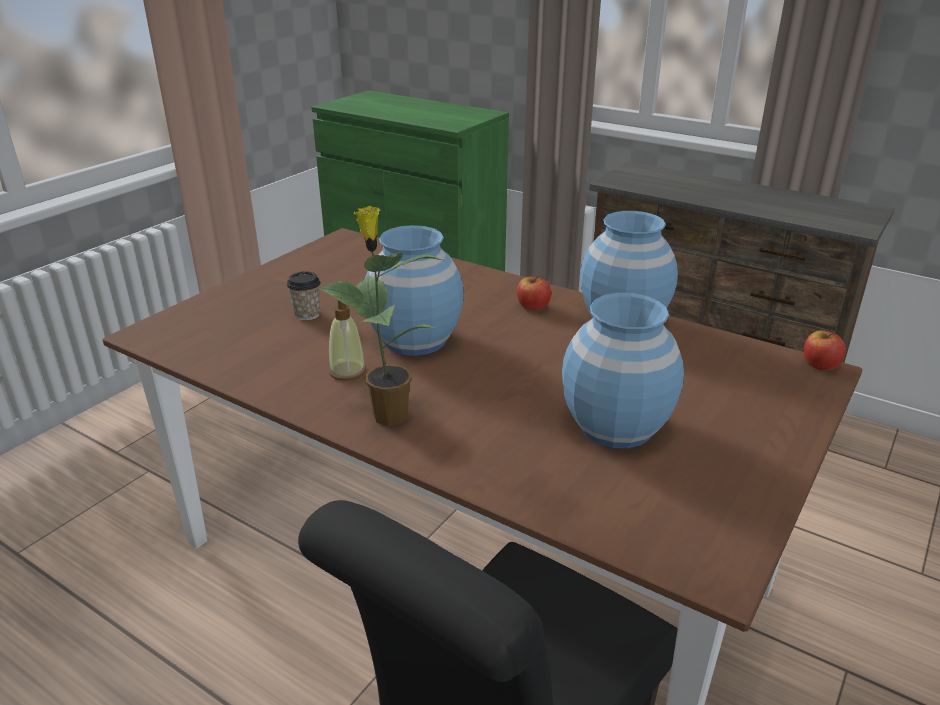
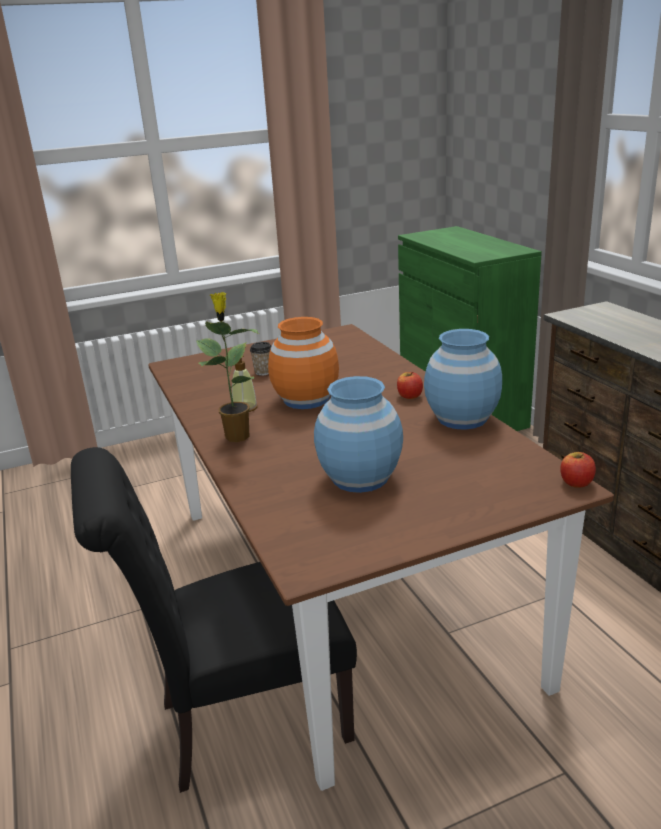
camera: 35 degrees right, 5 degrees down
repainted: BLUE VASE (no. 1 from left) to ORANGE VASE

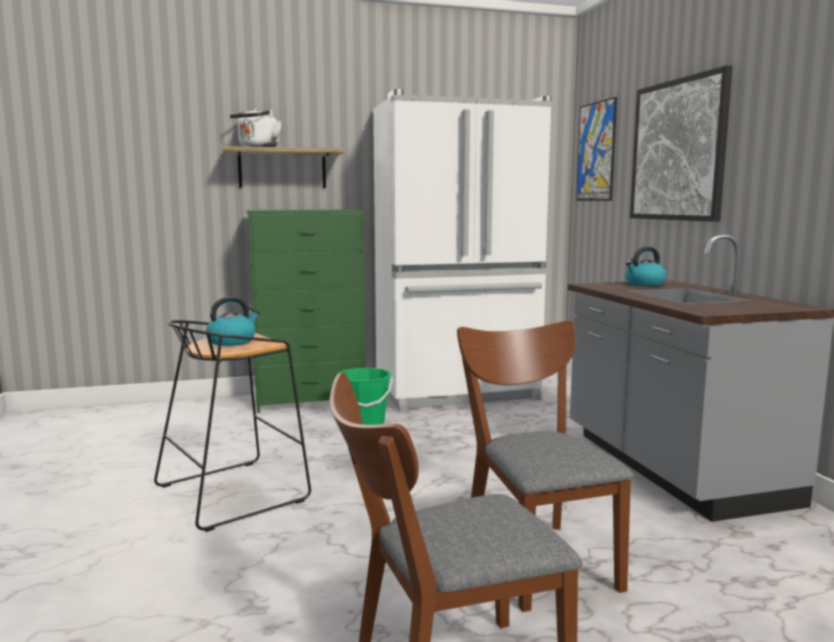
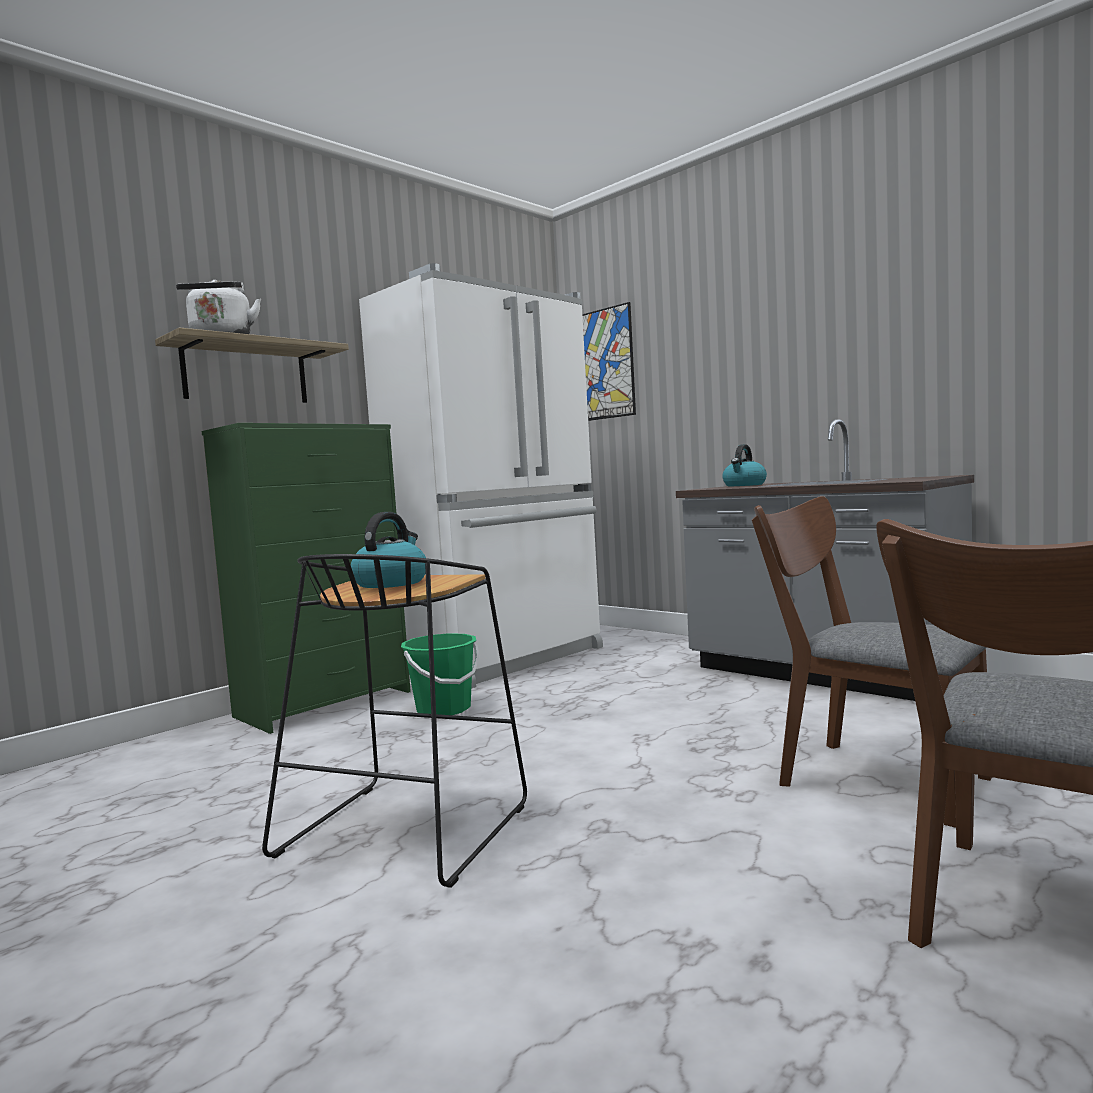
camera: 30 degrees left, 5 degrees down
gone: PICTURE (no. 2 from left)

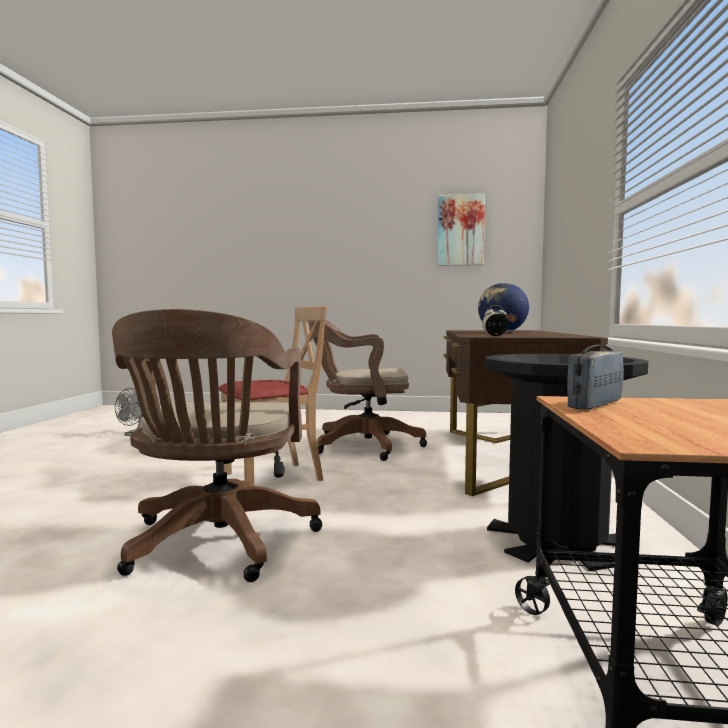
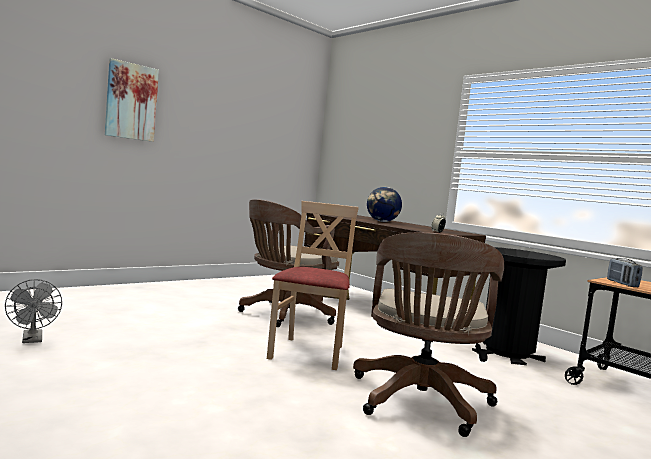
camera: 50 degrees left, 0 degrees up
shifted: PICTURE
rotated: BROWN OFFICE CHAIR (no. 1 from left in the first image) 60 degrees clockwise

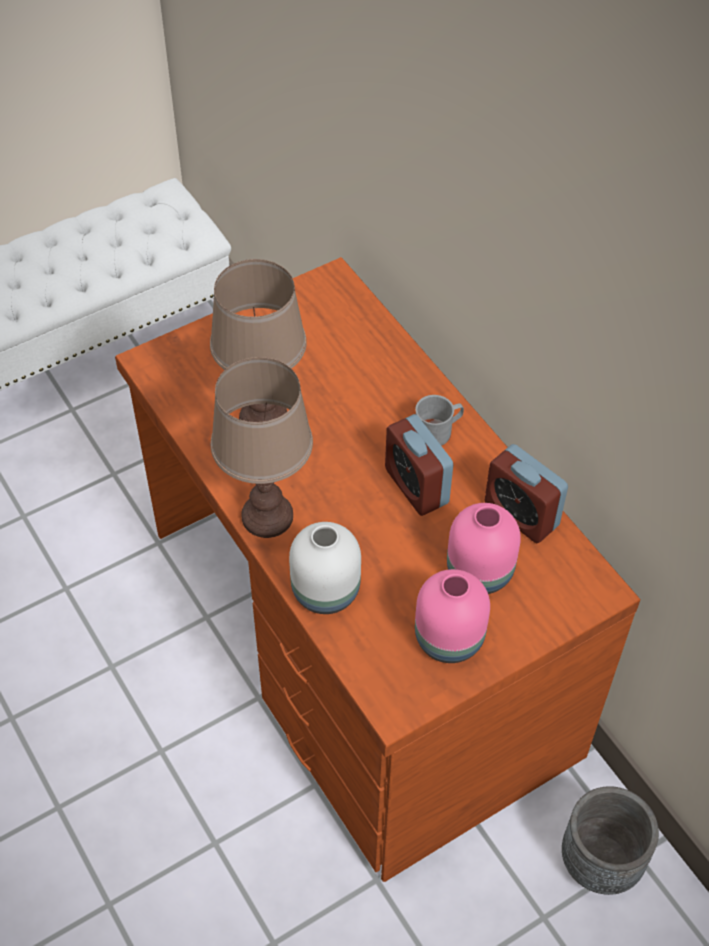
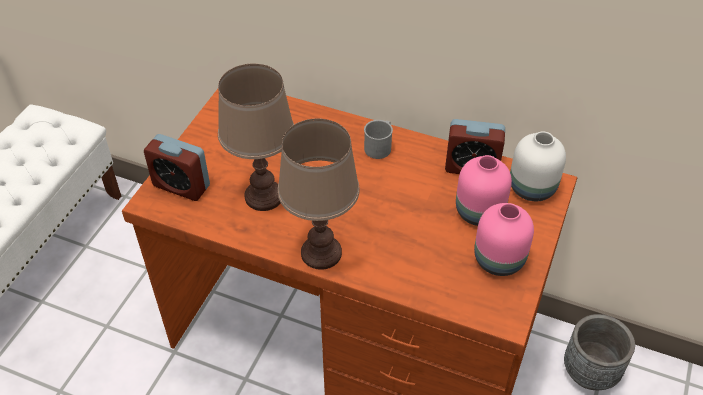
camera: 35 degrees left, 5 degrees down
shifted: ALARM CLOCK (no. 1 from left); WHITE VASE

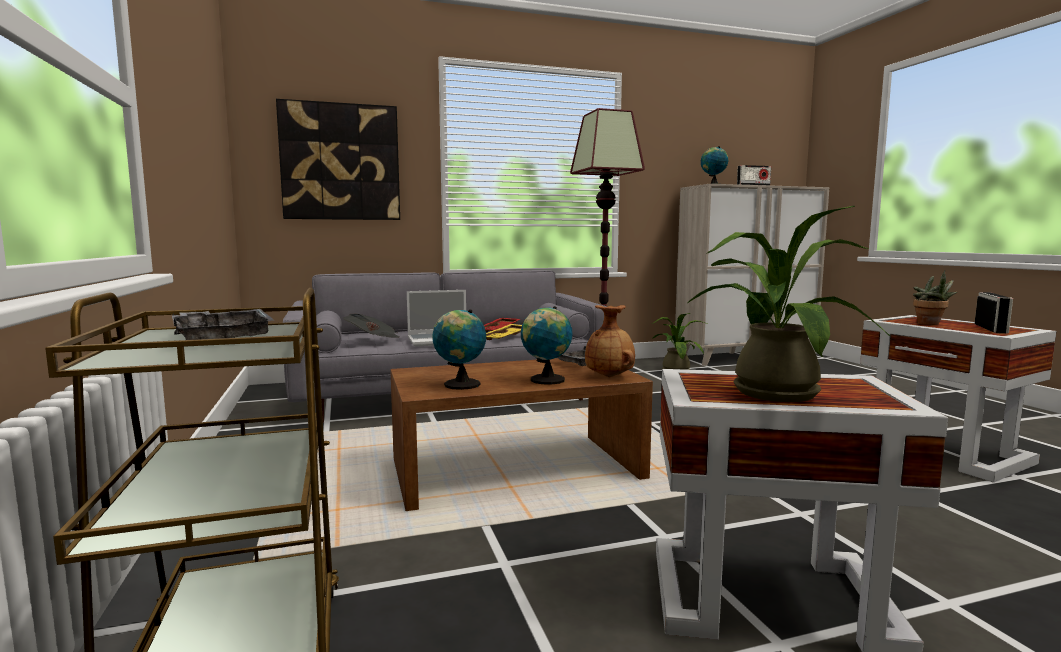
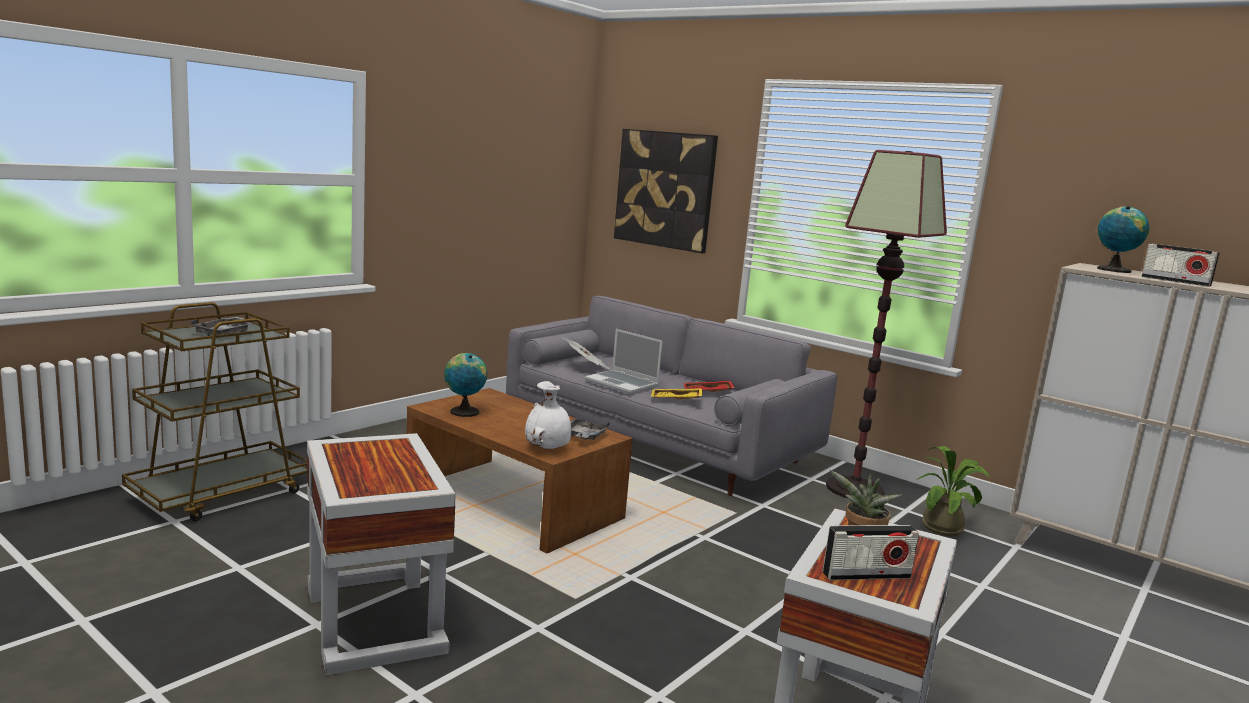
camera: 55 degrees right, 5 degrees up
gone: POTTED PLANT (no. 2 from left); GLOBE (no. 2 from left)
repainted: BROWN VASE to WHITE VASE

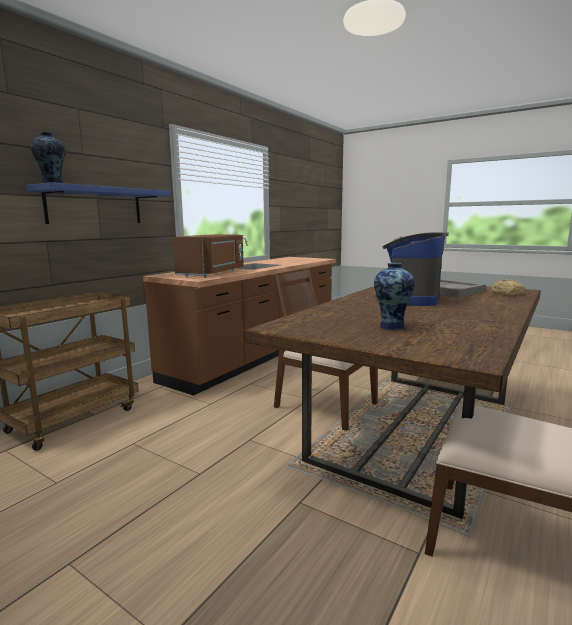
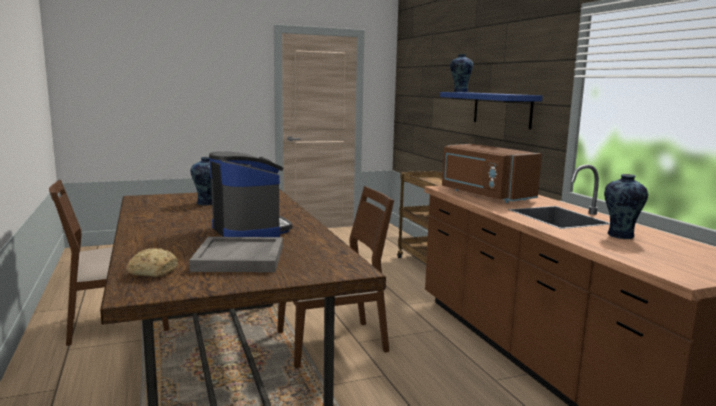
camera: 125 degrees right, 0 degrees up
new: VASE (no. 3 from left)

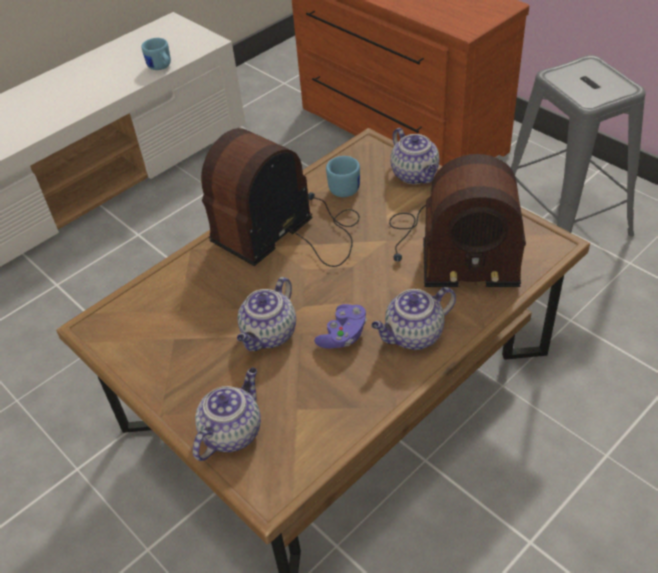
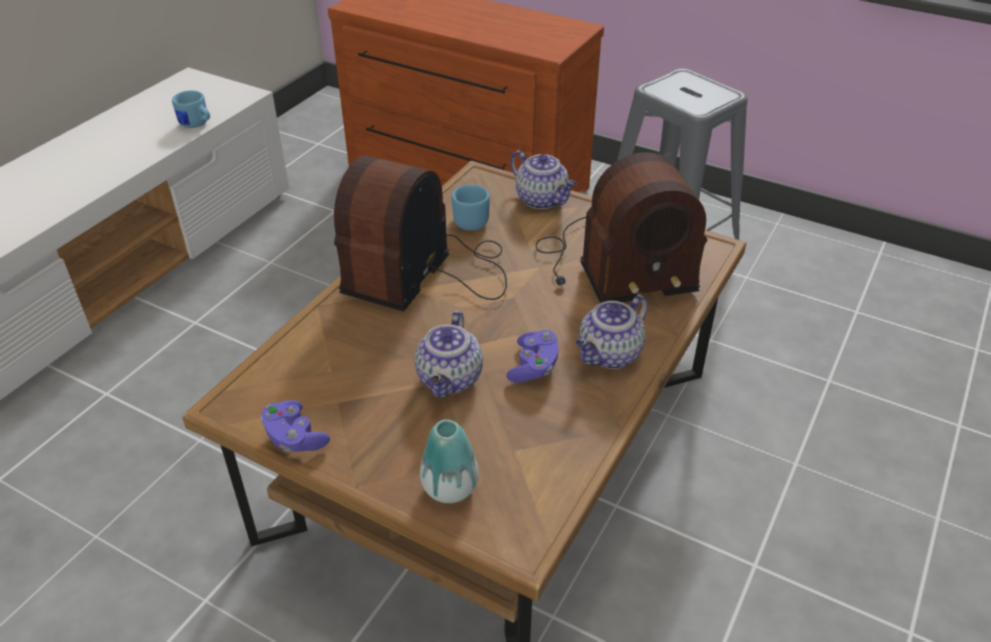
camera: 20 degrees left, 5 degrees down
new: PURPLE GAME CONTROLLER (no. 1 from left)
swapped: TEAPOT (no. 1 from left) to VASE

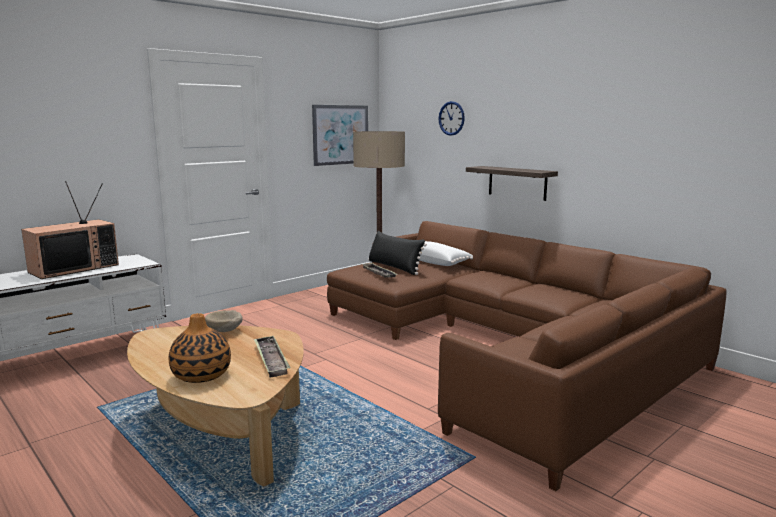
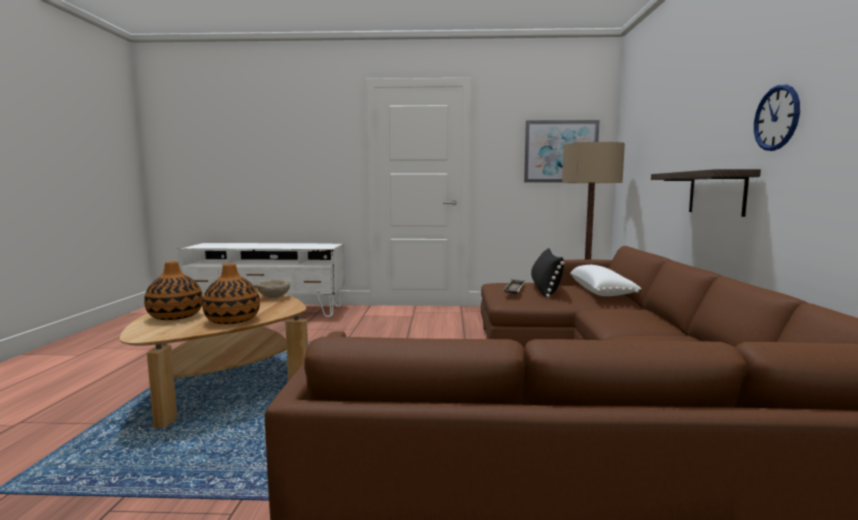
camera: 45 degrees right, 5 degrees down
gone: TELEVISION
shifted: WALL CLOCK
swapped: TRAY (no. 1 from left) to VASE (no. 2 from left)

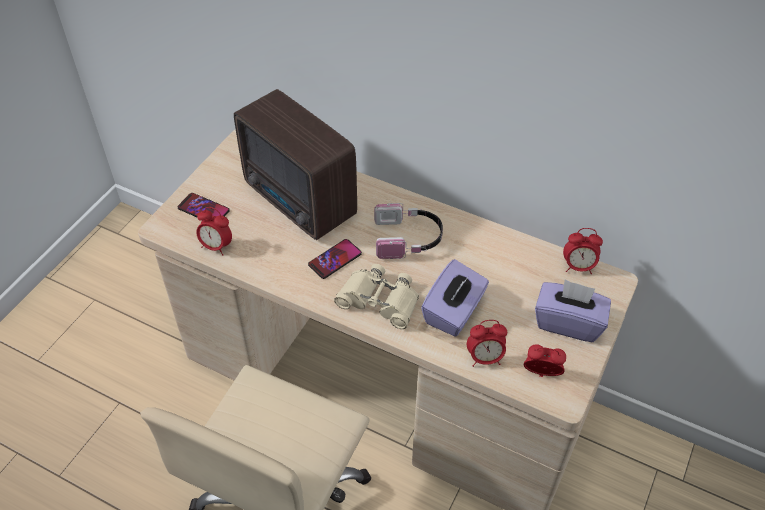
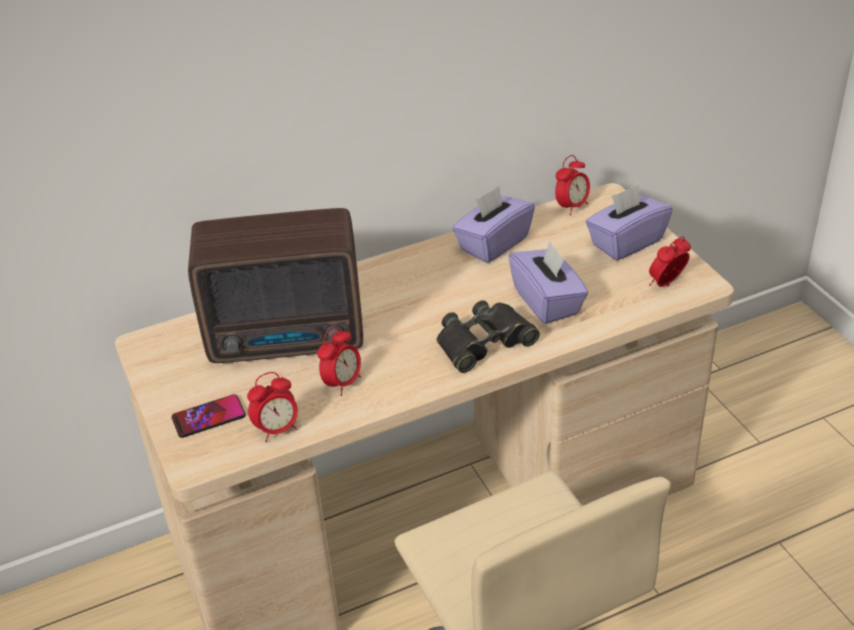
camera: 50 degrees left, 10 degrees down
gone: HEADPHONES; PHONE (no. 2 from left)
new: PURPLE TISSUE BOX (no. 1 from left)
shifted: ALARM CLOCK (no. 2 from left)
repainted: BEIGE BINOCULARS to BLACK BINOCULARS

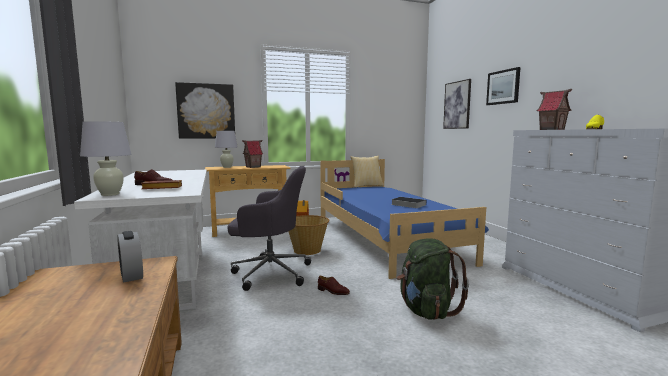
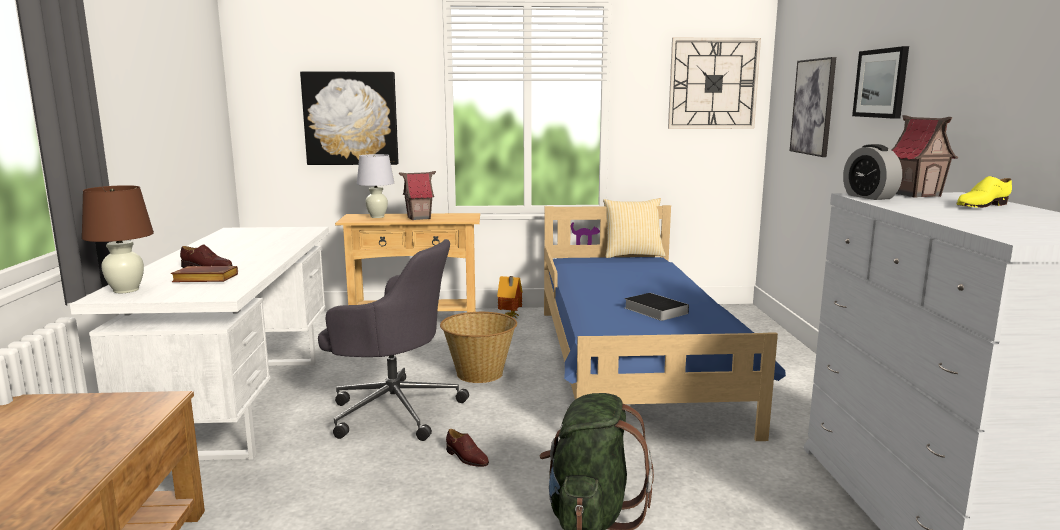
camera: 15 degrees right, 5 degrees up
new: WALL CLOCK
shifted: ALARM CLOCK
repainted: WHITE TABLE LAMP (no. 1 from left) to BROWN TABLE LAMP

